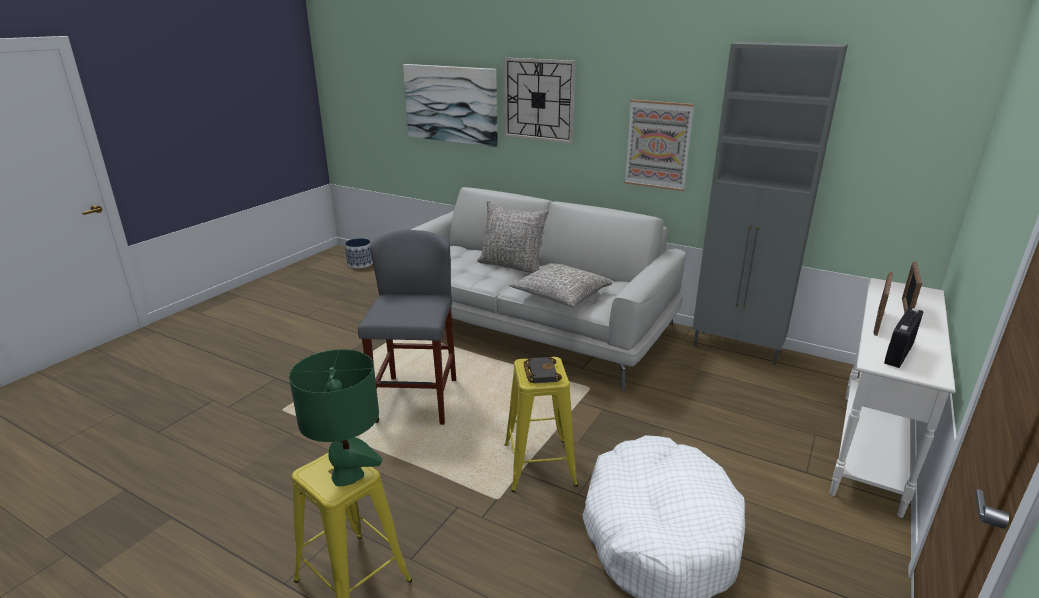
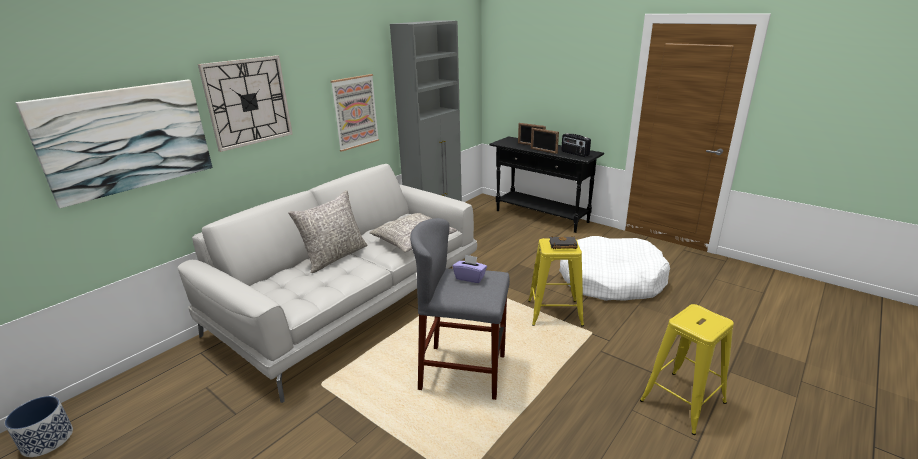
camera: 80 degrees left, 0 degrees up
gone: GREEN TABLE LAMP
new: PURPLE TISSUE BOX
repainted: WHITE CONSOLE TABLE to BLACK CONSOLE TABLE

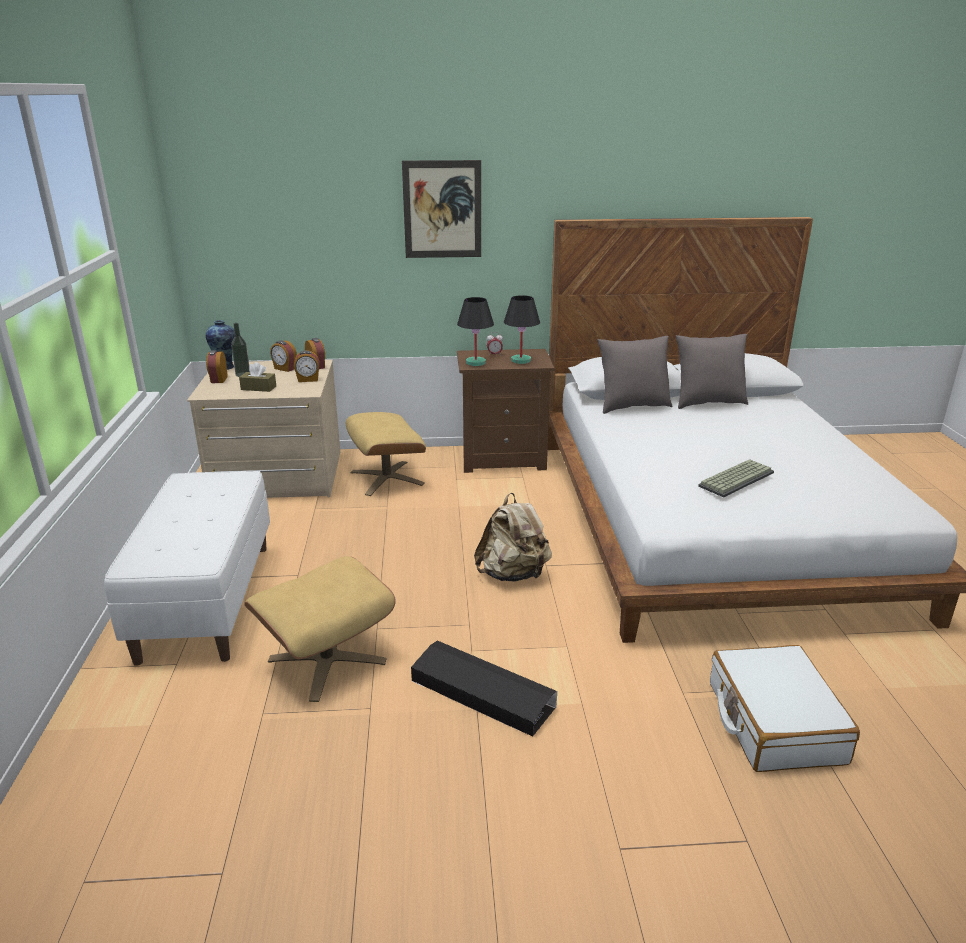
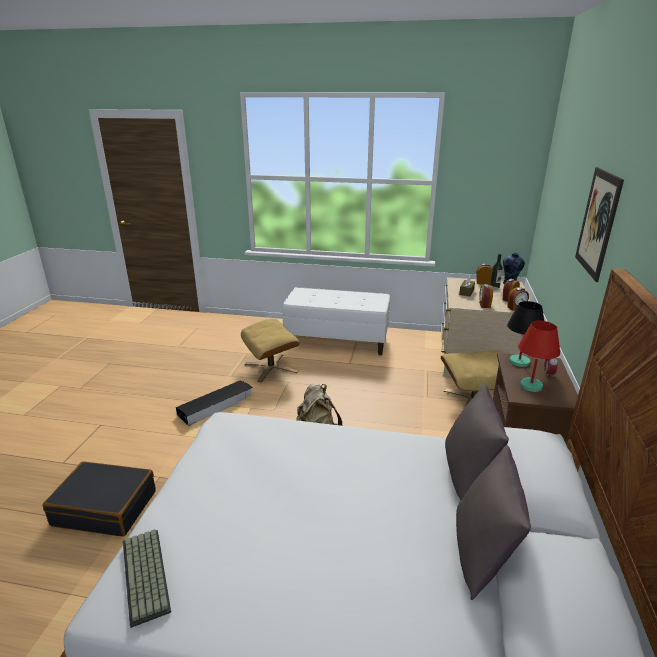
camera: 105 degrees right, 0 degrees up
shifted: KEYBOARD
repainted: BLACK TABLE LAMP (no. 2 from left) to RED TABLE LAMP; WHITE SUITCASE to BLACK SUITCASE

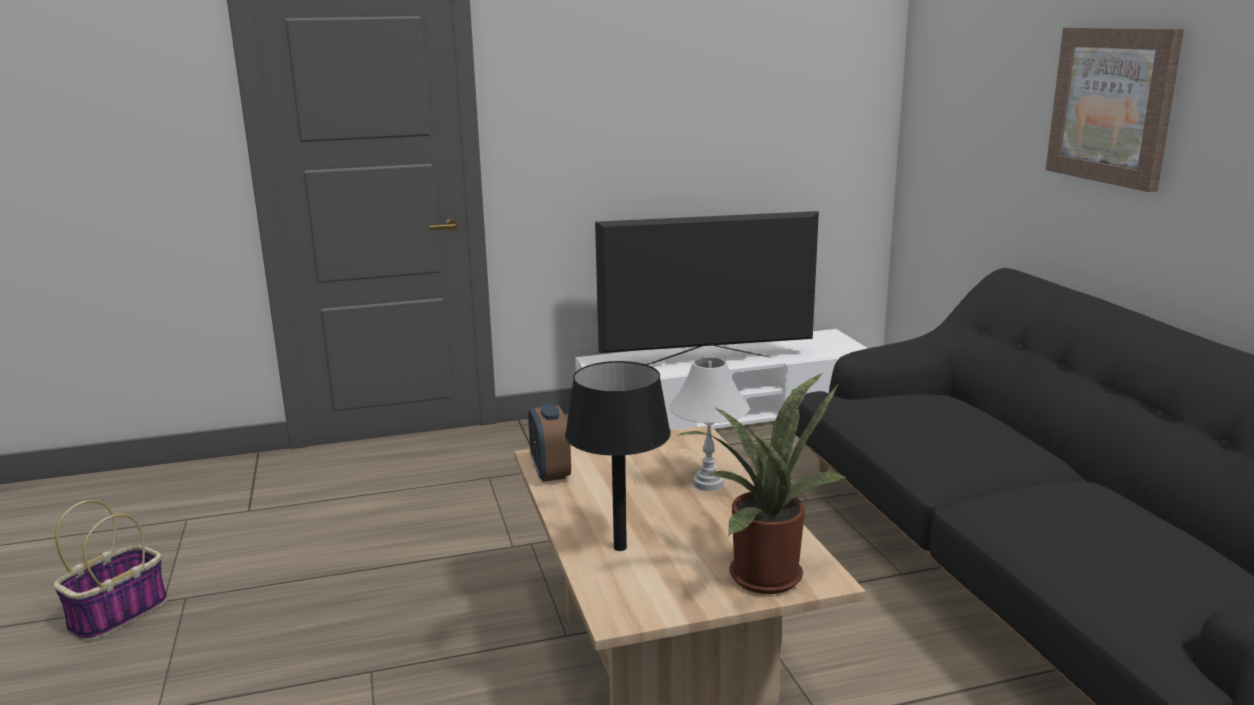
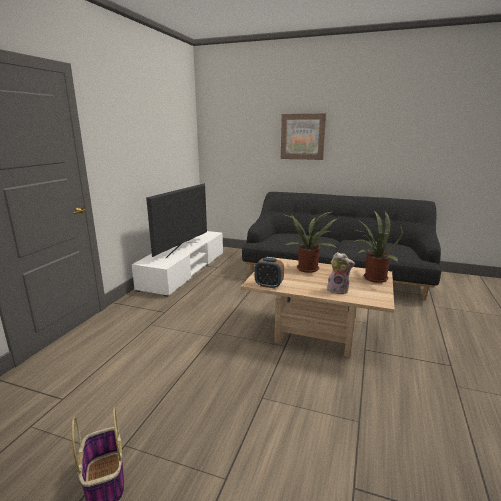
camera: 55 degrees left, 0 degrees up
swapped: WHITE TABLE LAMP to POTTED PLANT (no. 1 from left); BLACK TABLE LAMP to PLUSH TOY

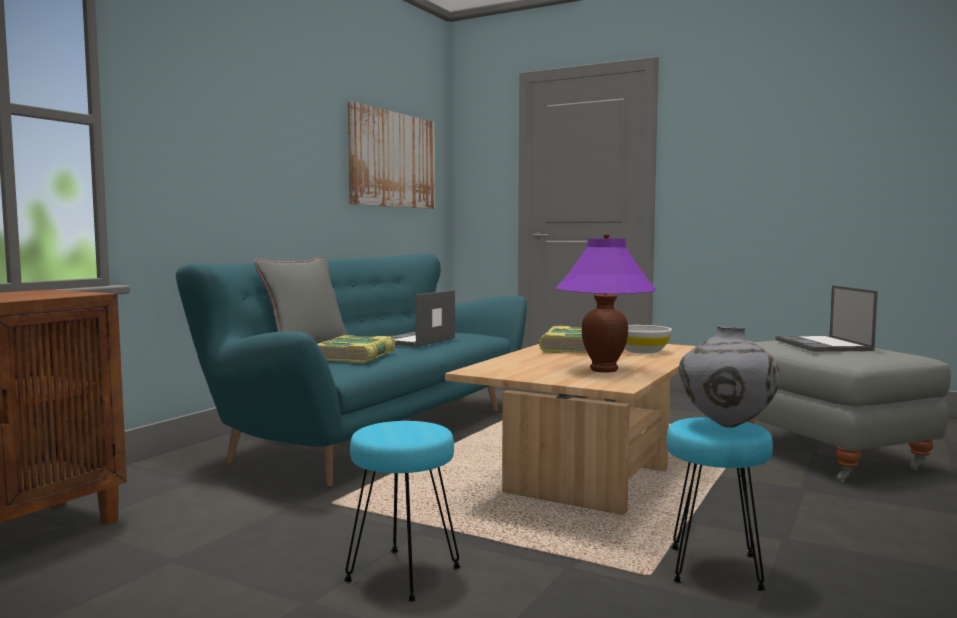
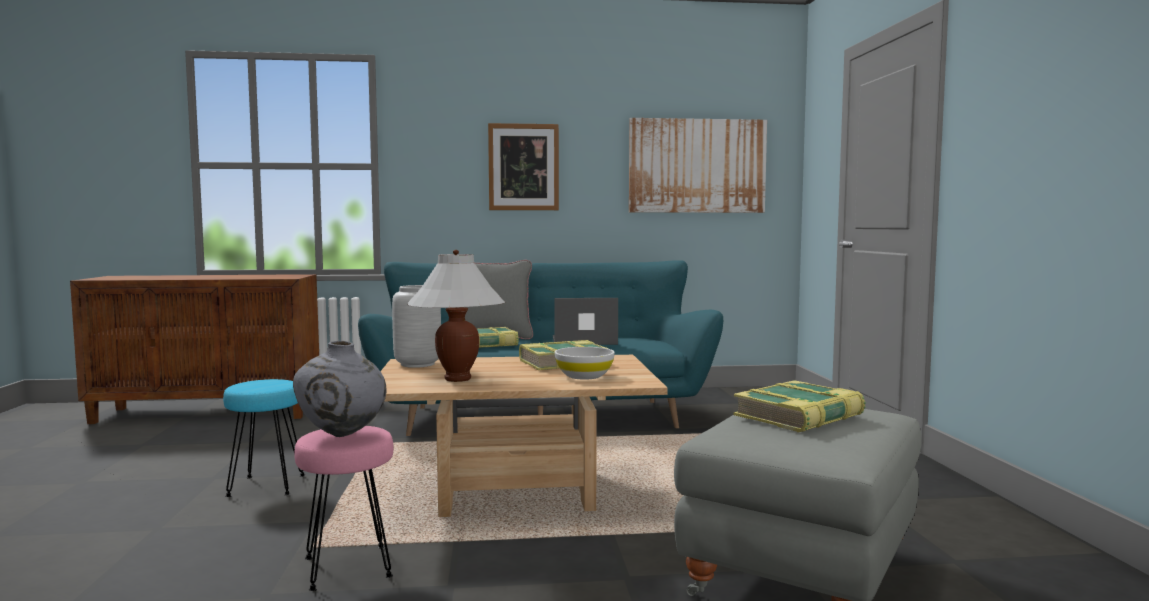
camera: 55 degrees right, 0 degrees up
new: PICTURE (no. 1 from left); GREY VASE (no. 2 from left)
swapped: LAPTOP (no. 2 from left) to BOOK (no. 3 from left)
repainted: PURPLE TABLE LAMP to WHITE TABLE LAMP; TURQUOISE STOOL (no. 2 from left) to PINK STOOL

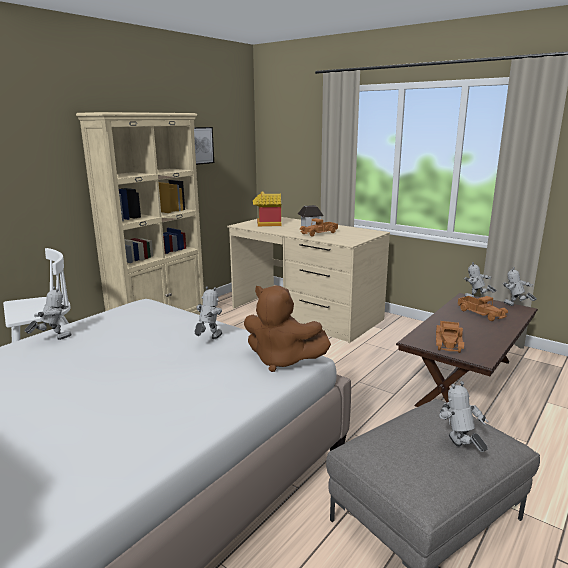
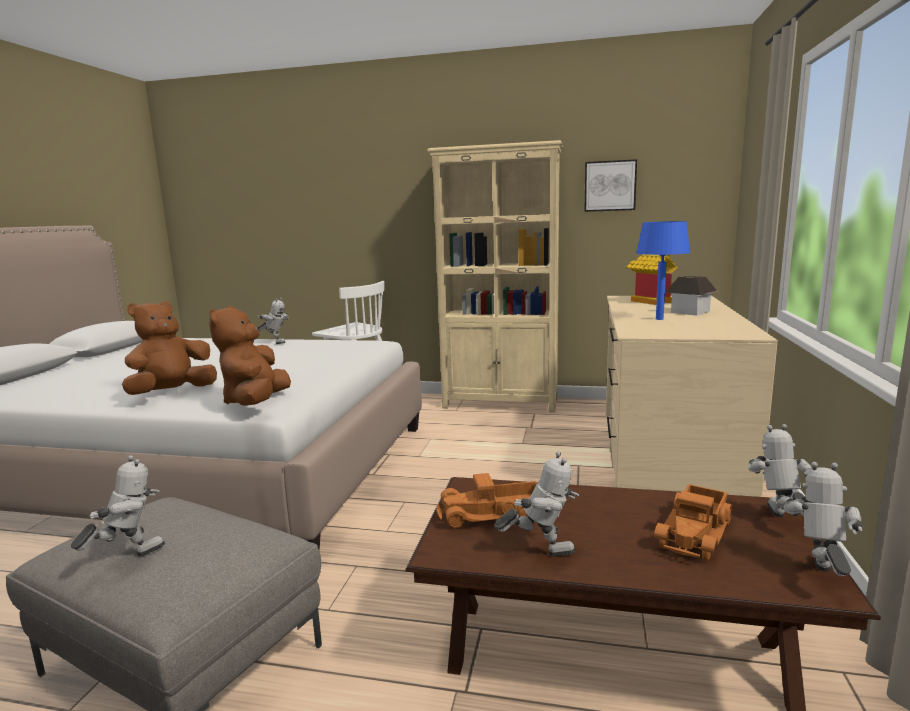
camera: 65 degrees right, 5 degrees down
new: BROWN PLUSH TOY (no. 1 from left)
shifted: TOY ROBOT (no. 2 from left in the first image) to TOY ROBOT (no. 3 from left)
swapped: TOY TRUCK (no. 1 from left) to BLUE TABLE LAMP

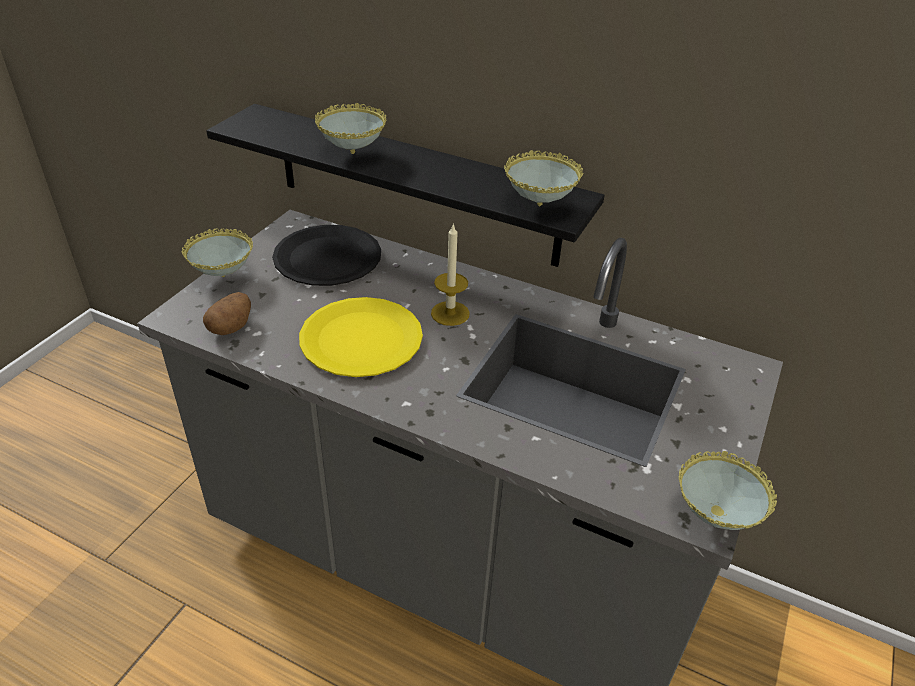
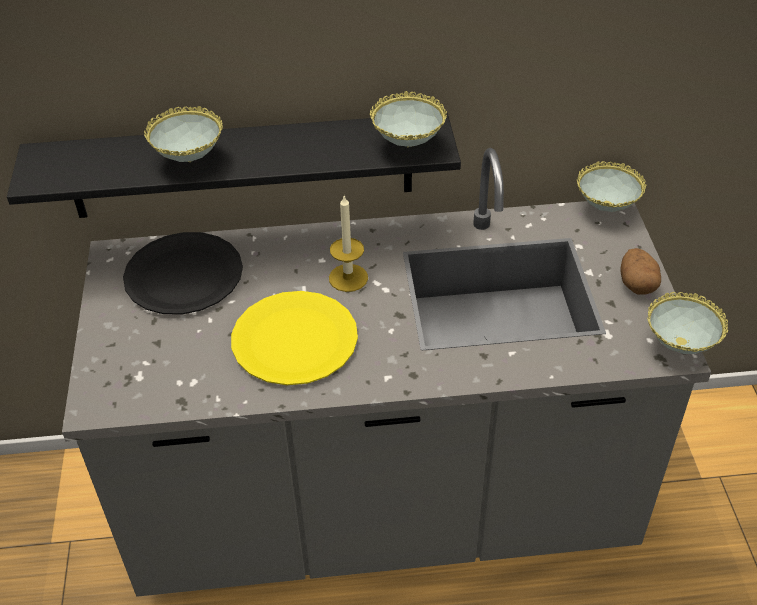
camera: 30 degrees left, 5 degrees up
shifted: BOWL (no. 1 from left in the first image) to BOWL (no. 3 from left); POTATO

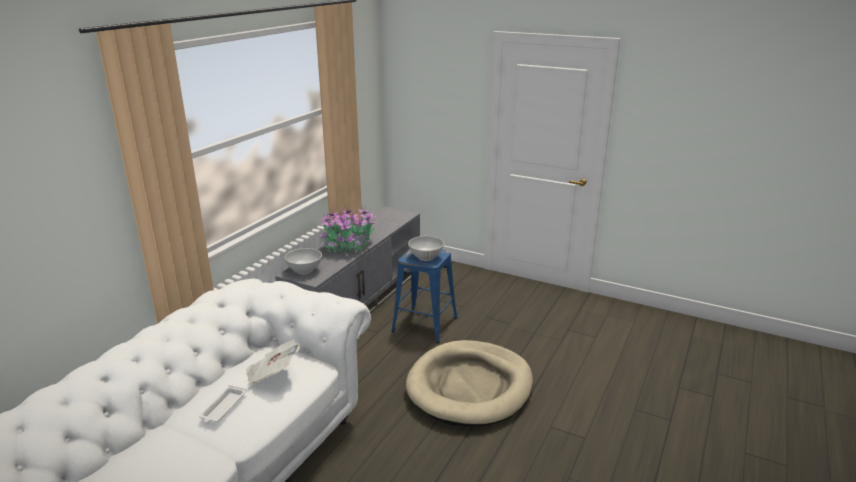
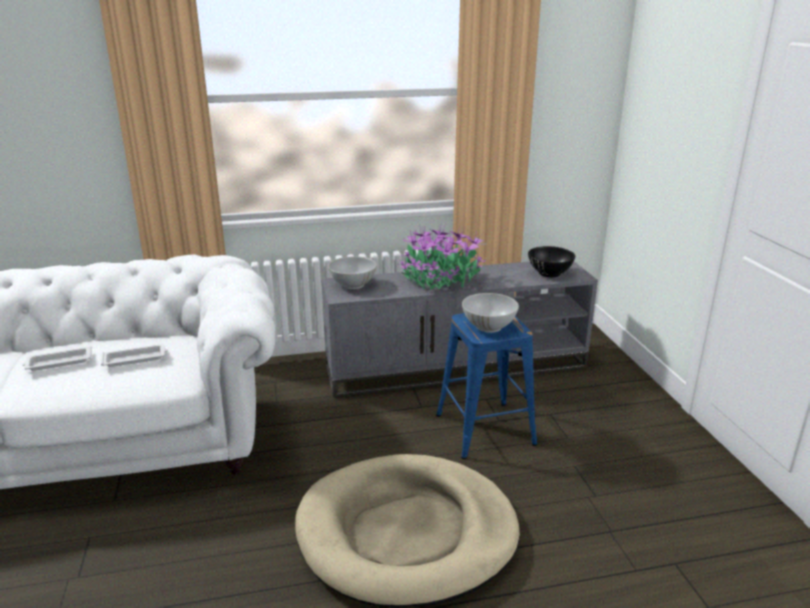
camera: 50 degrees right, 0 degrees up
new: BLACK BOWL
swapped: NEWSPAPER to WHITE TRAY (no. 2 from left)

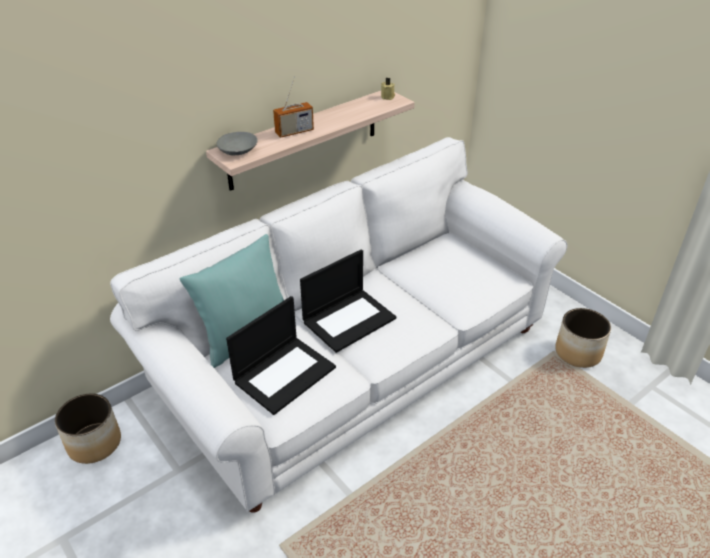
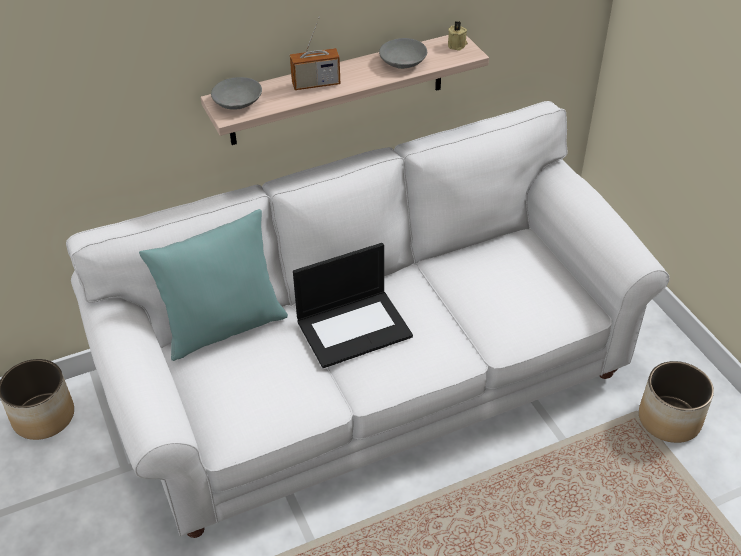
camera: 15 degrees right, 5 degrees up
gone: LAPTOP (no. 1 from left)
new: GREY BOWL (no. 2 from left)

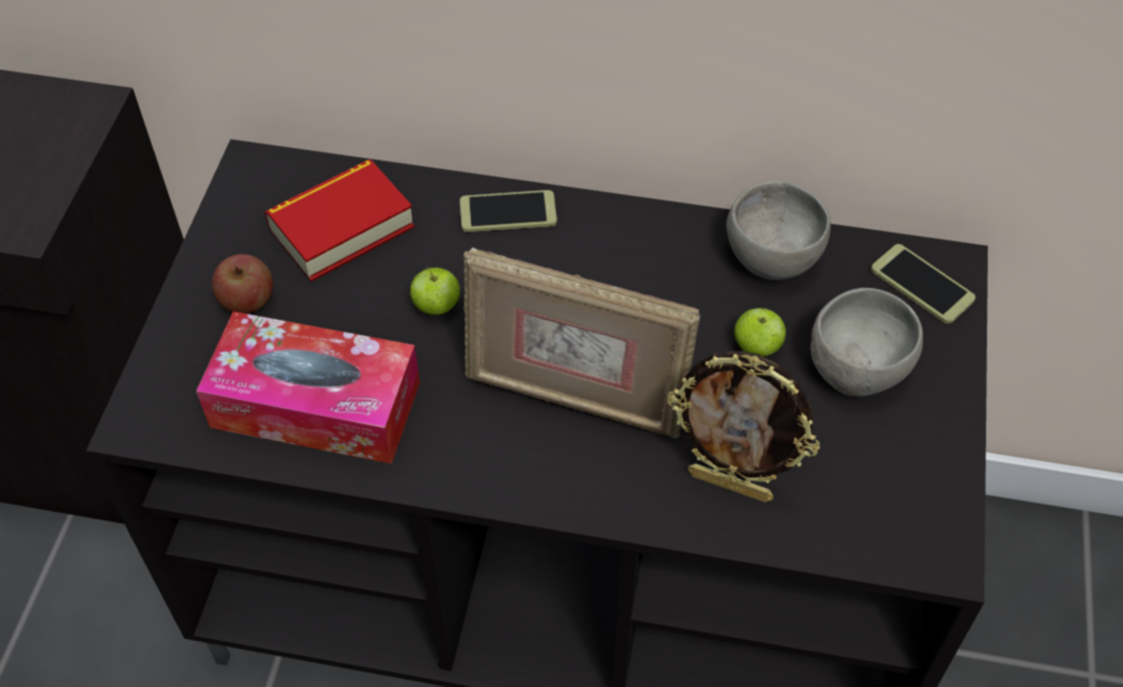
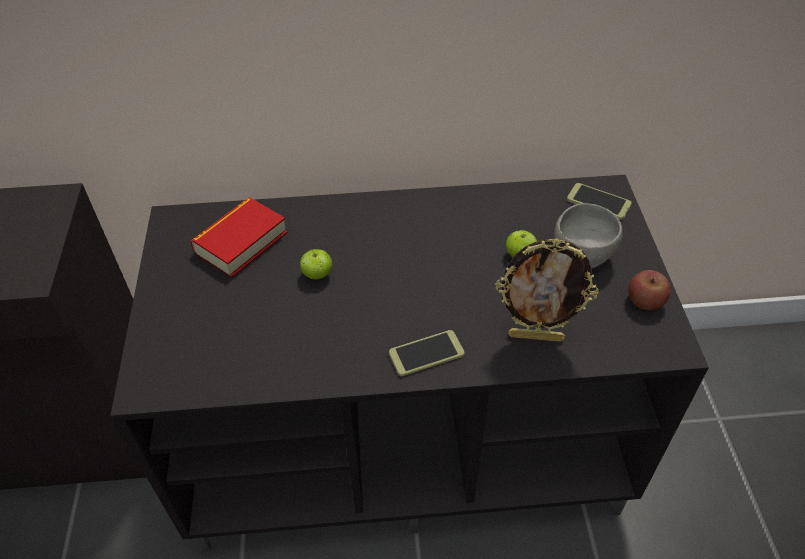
camera: 15 degrees left, 5 degrees down
gone: GREY BOWL (no. 1 from left); PICTURE FRAME (no. 1 from left); TISSUE BOX
shifted: PHONE (no. 1 from left); APPLE (no. 1 from left in the first image) to APPLE (no. 3 from left)

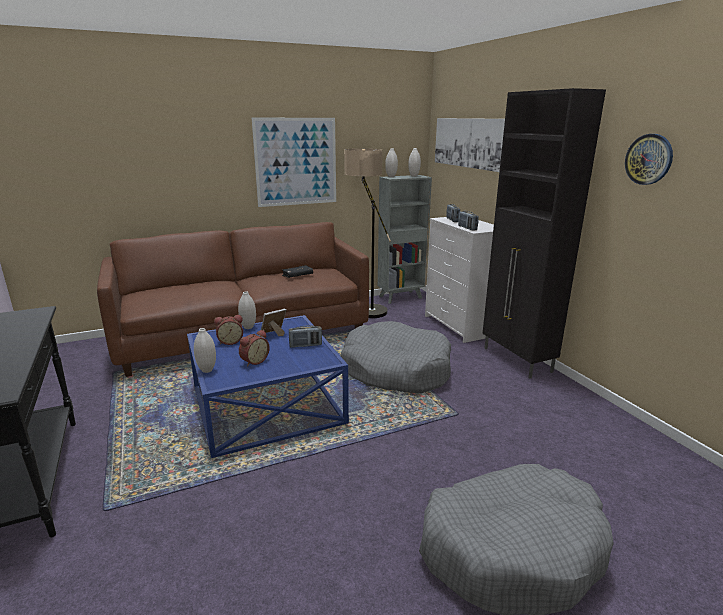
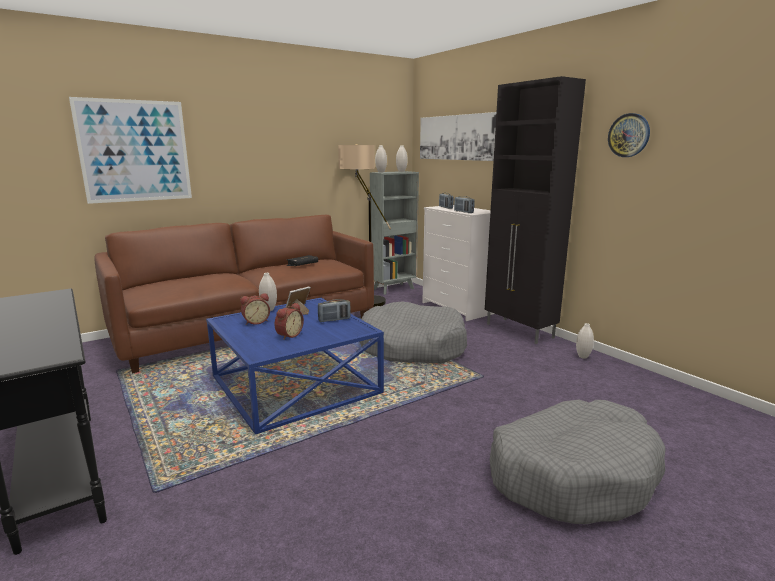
camera: 10 degrees left, 5 degrees down
shifted: PICTURE (no. 1 from left); WHITE VASE (no. 1 from left in the first image) to WHITE VASE (no. 4 from left)

